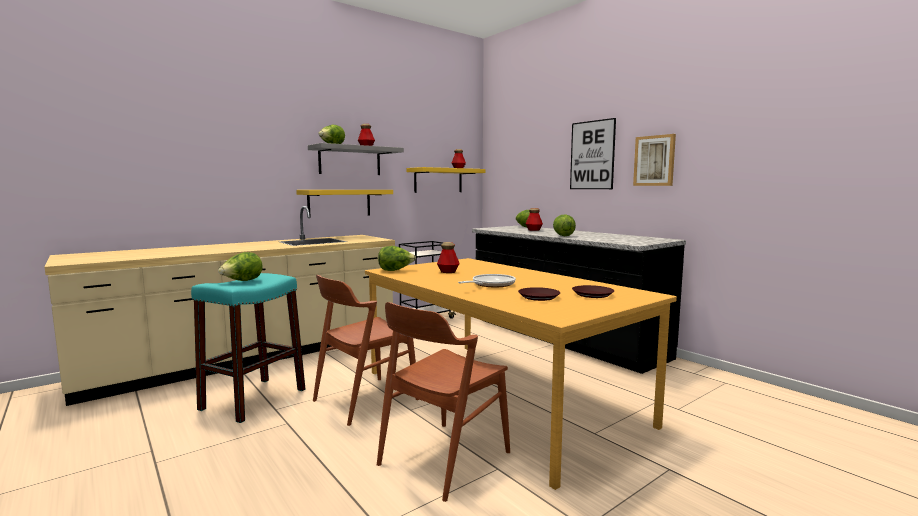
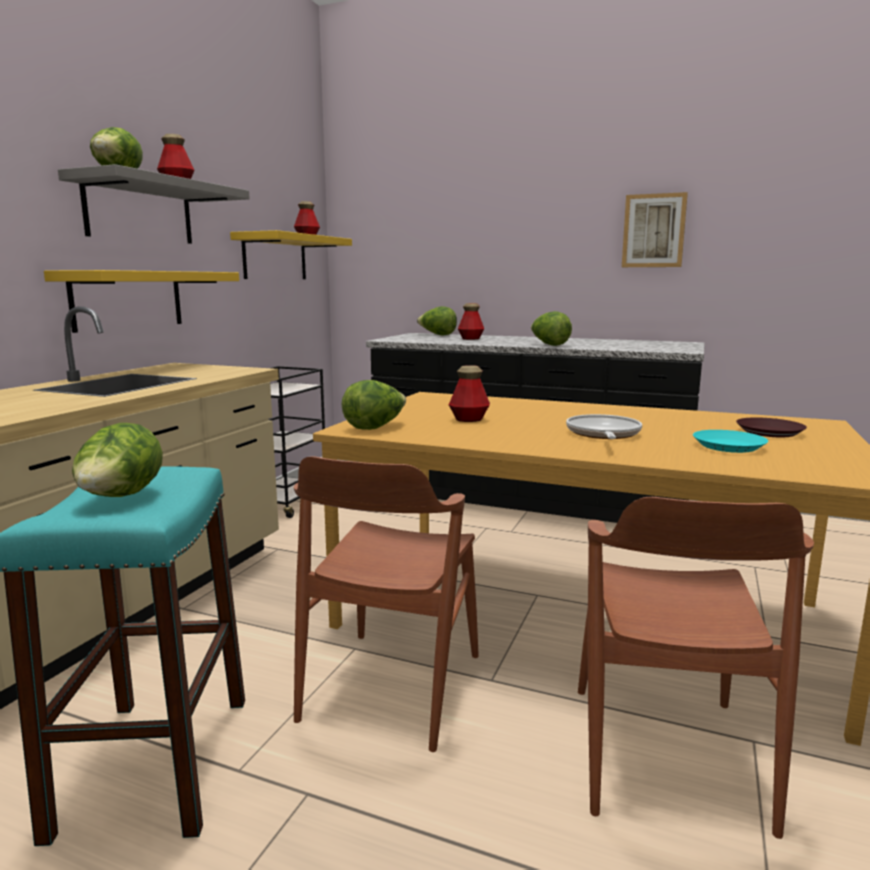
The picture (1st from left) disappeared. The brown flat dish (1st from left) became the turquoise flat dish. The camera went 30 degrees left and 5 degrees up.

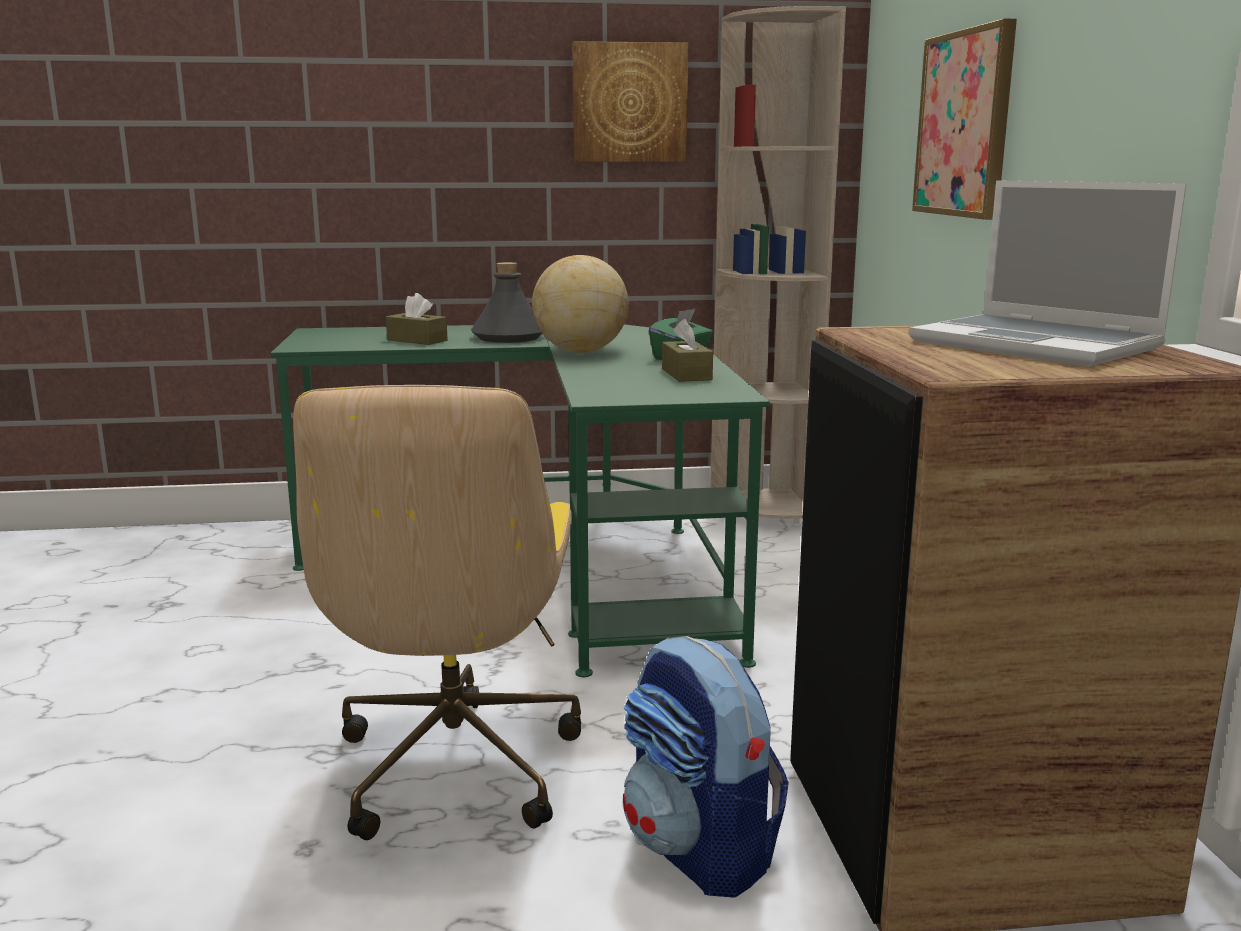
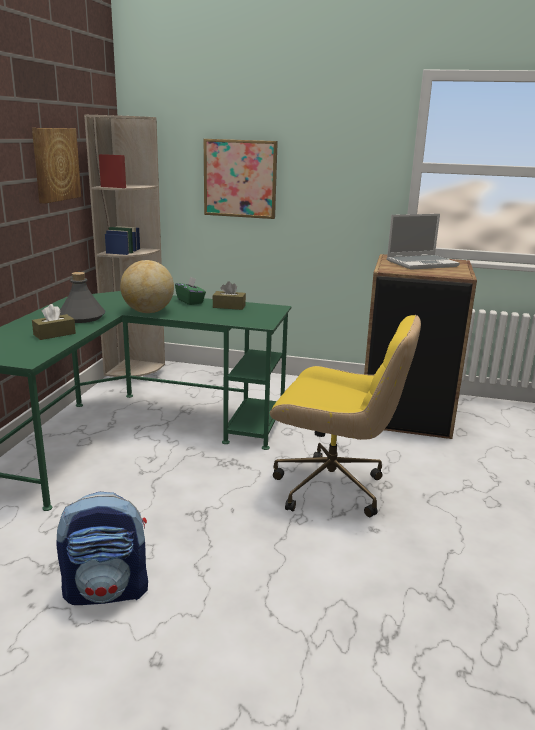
The rucksack moved. The camera went 70 degrees left and 5 degrees up.

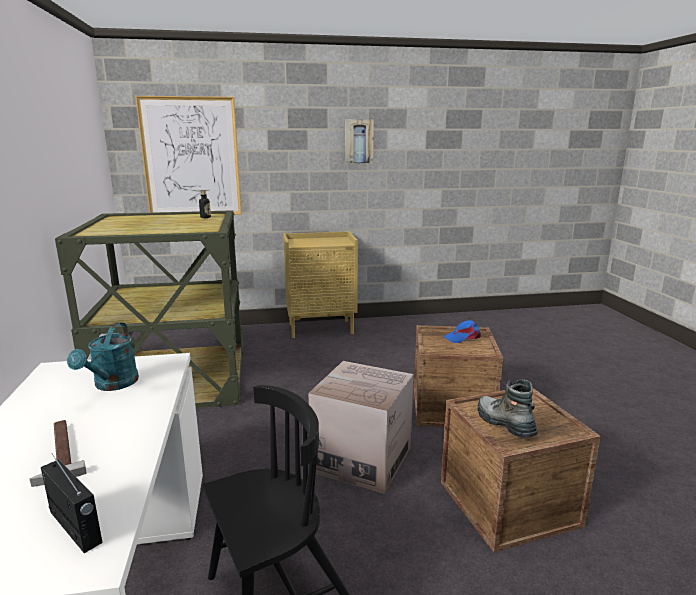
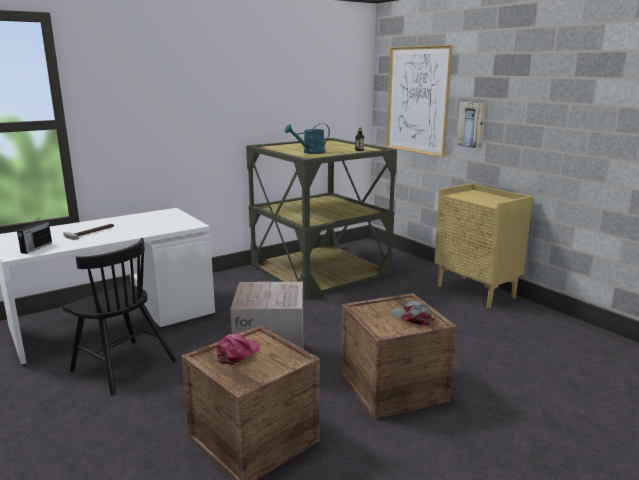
The picture (2nd from left) moved. The blue-coloured cap became the greyish cap. The turquoise sprinkling can moved. The high-top boot was replaced by the pink-coloured cap. The camera went 65 degrees right and 0 degrees up.

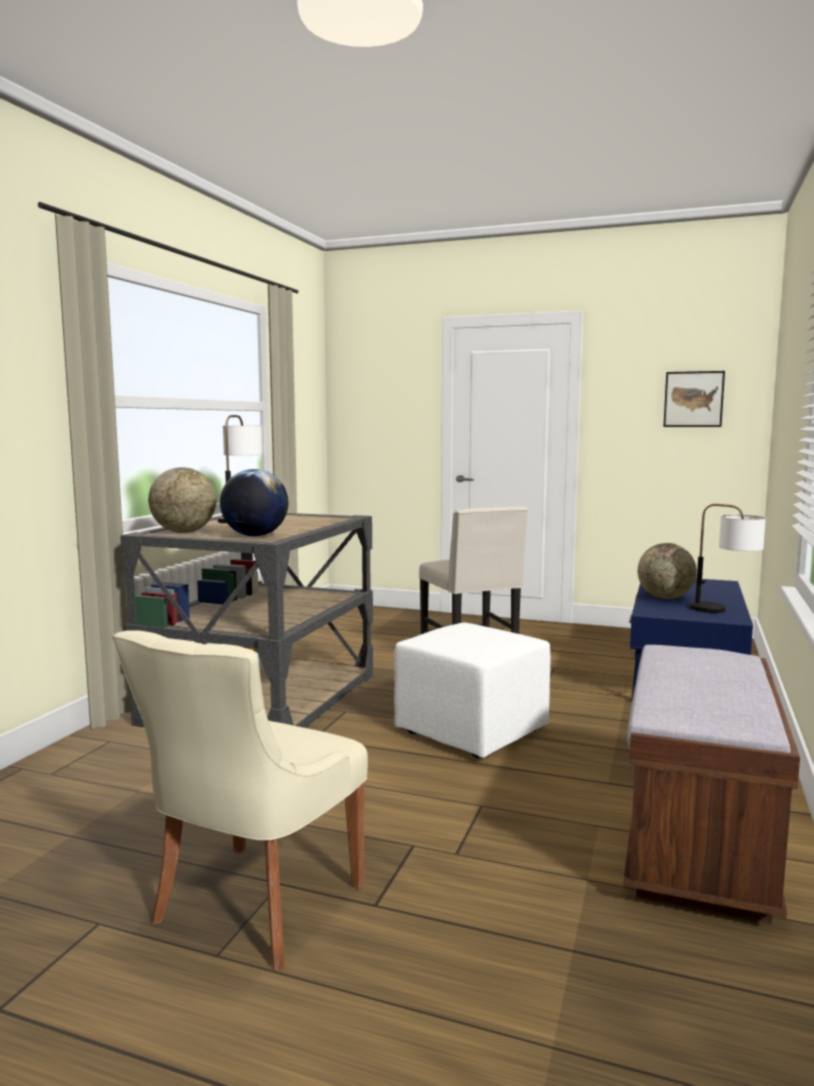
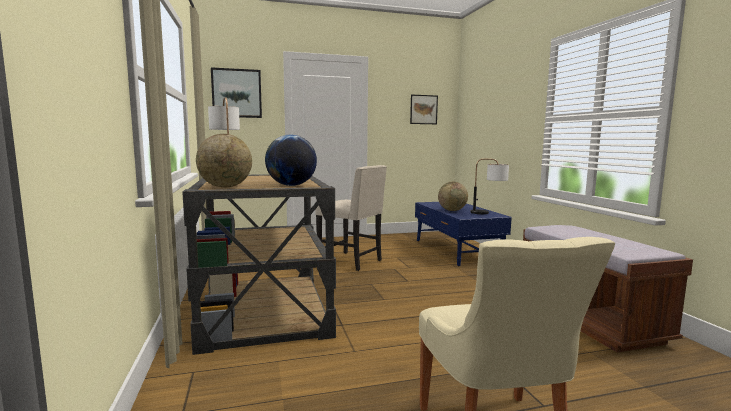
The white ottoman disappeared. The picture (1st from left) appeared. The camera went 35 degrees left and 0 degrees up.

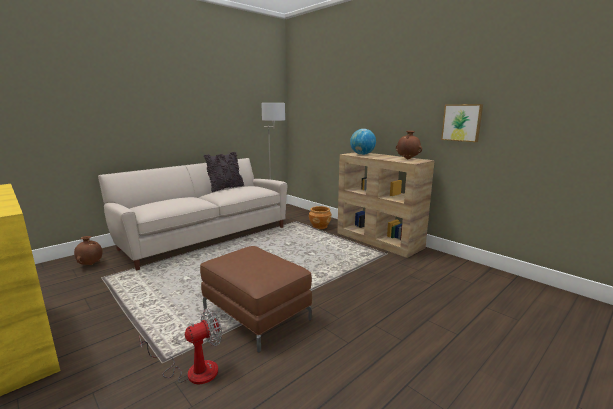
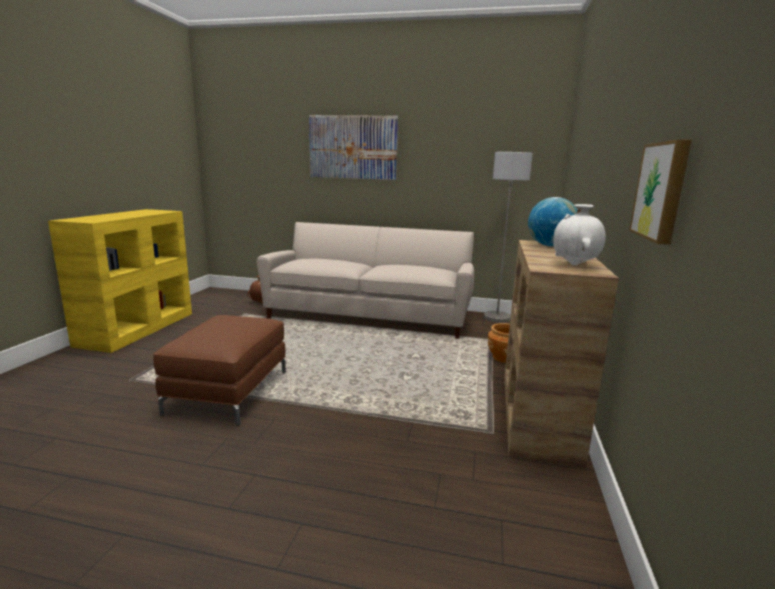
The brown vase (2nd from left) became the white vase. The blackish cushion disappeared. The cooling fan disappeared. The picture (1st from left) appeared. The camera went 55 degrees right and 0 degrees up.

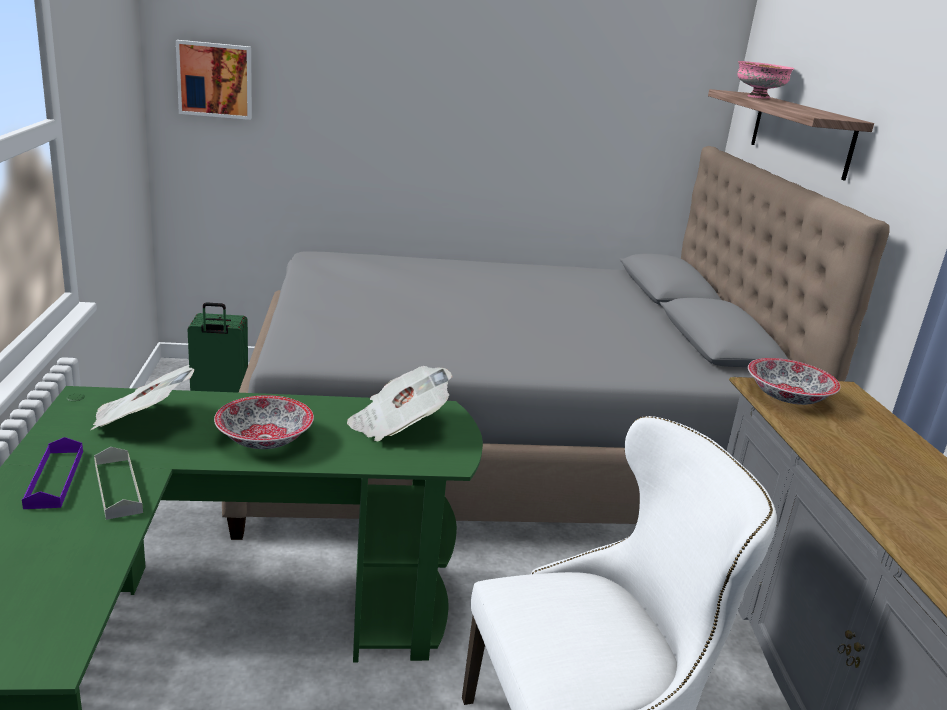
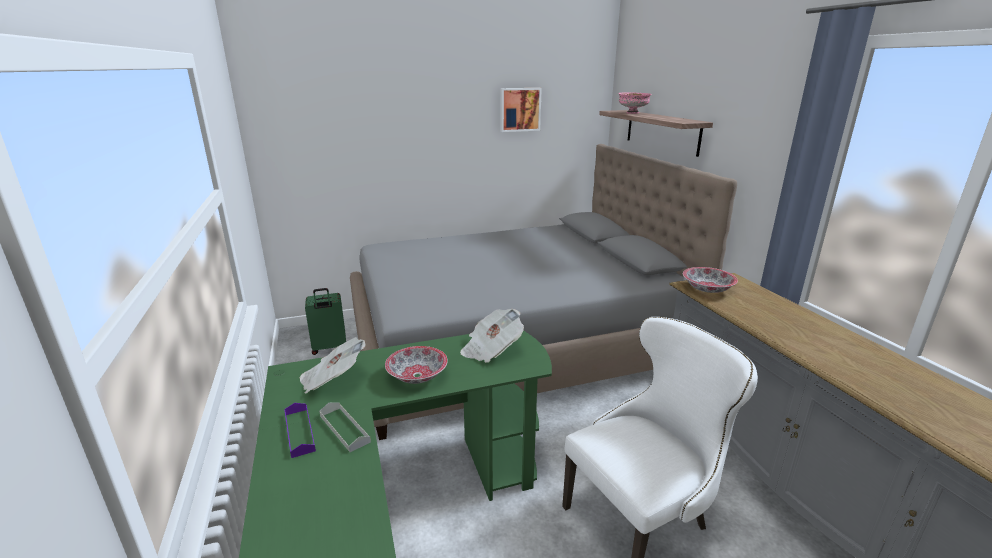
The picture moved. The camera went 10 degrees left and 0 degrees up.

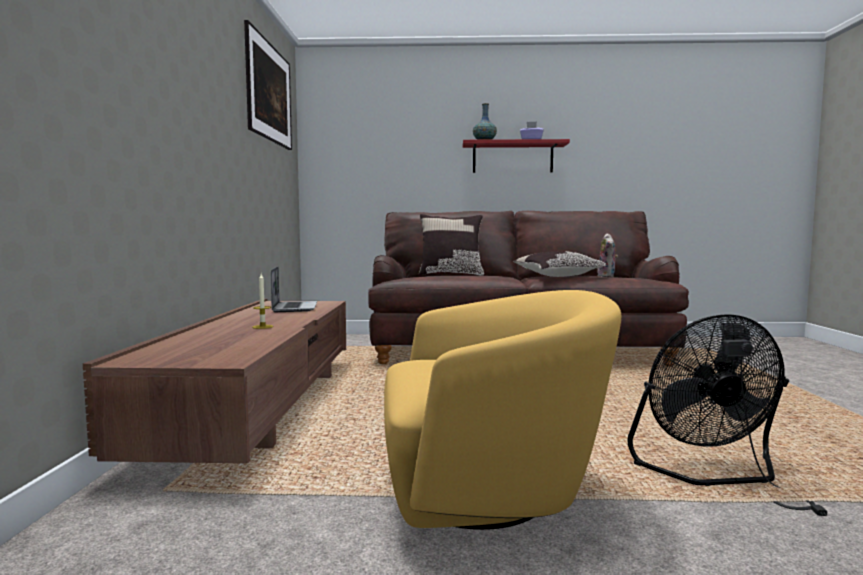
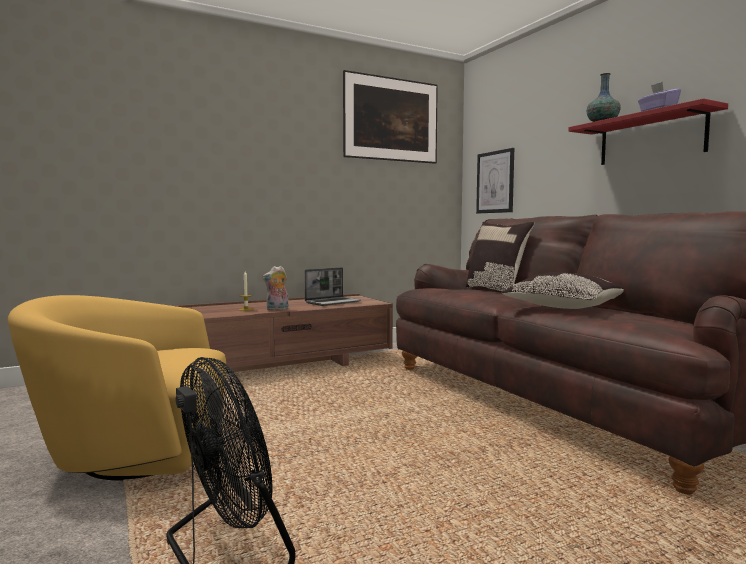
The cuddly toy moved. The yellowish easy chair turned 120 degrees clockwise. The picture (2nd from left) appeared. The camera went 60 degrees right and 0 degrees up.

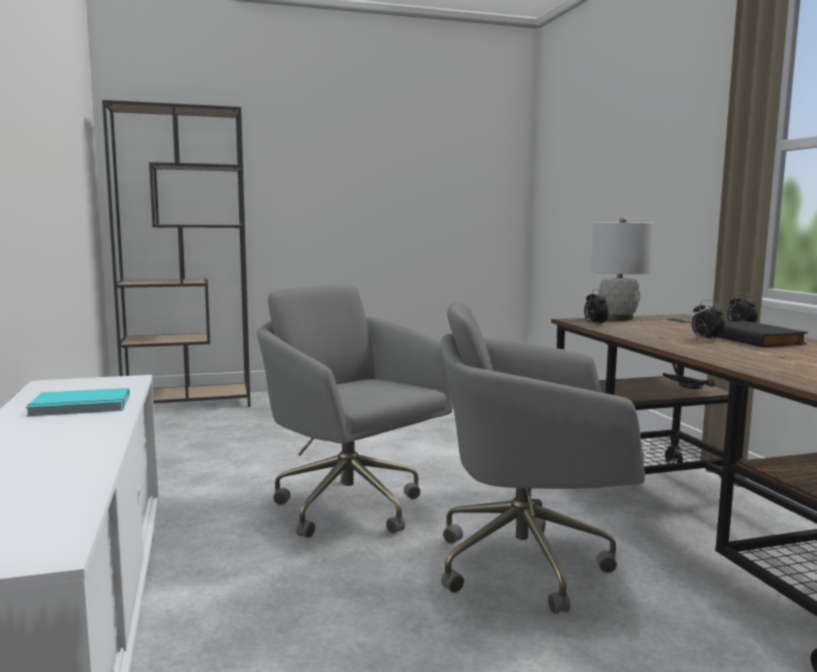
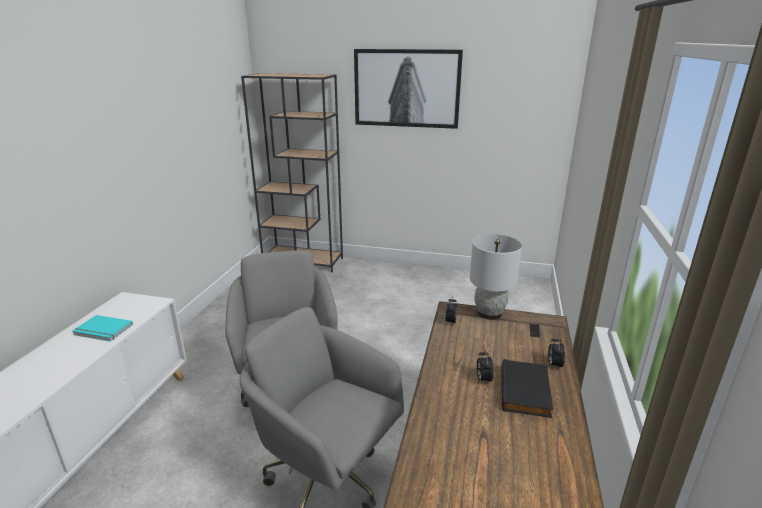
The picture appeared. The camera went 30 degrees right and 15 degrees up.

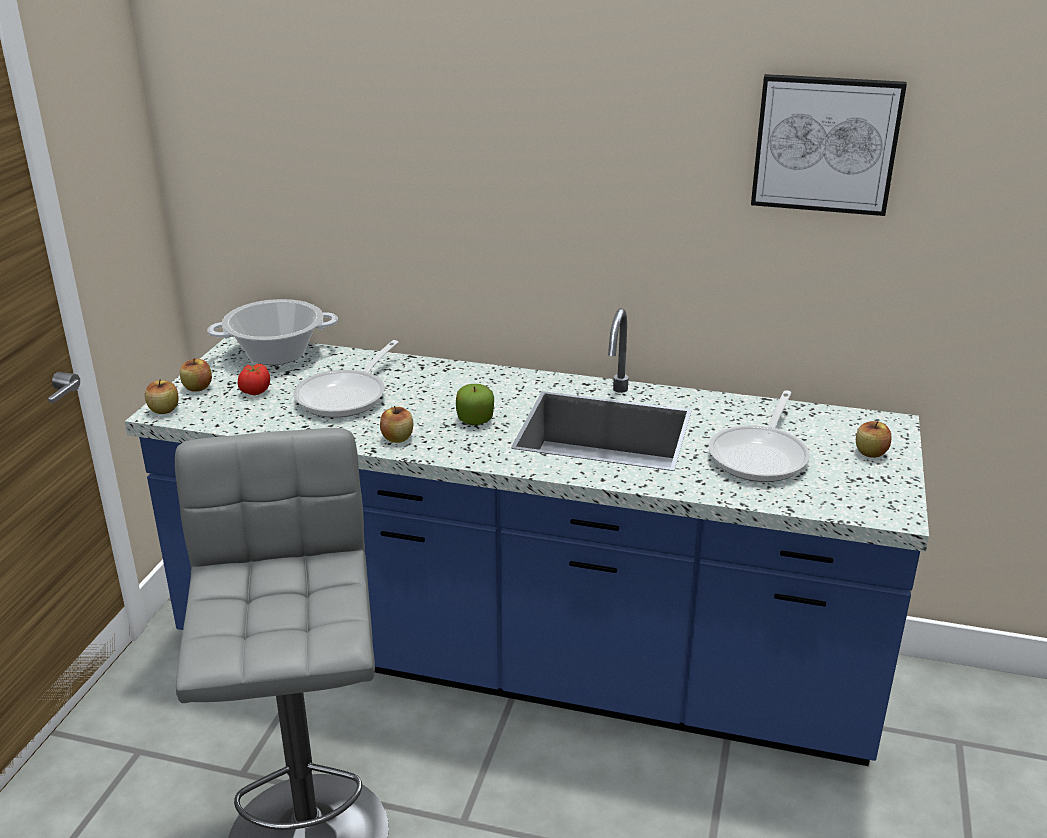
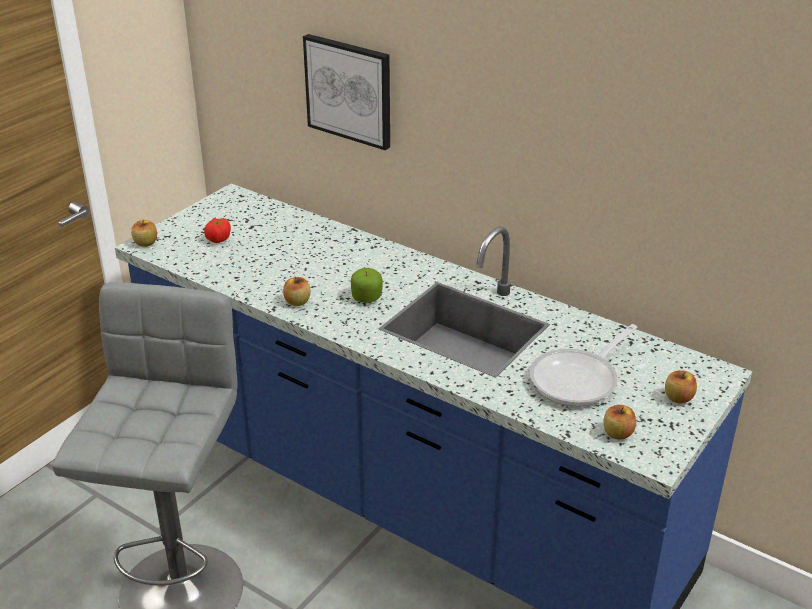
The picture moved. The saucepot disappeared. The pan (1st from left) disappeared. The whole apple (2nd from left in the first image) moved. The camera went 20 degrees right and 5 degrees up.

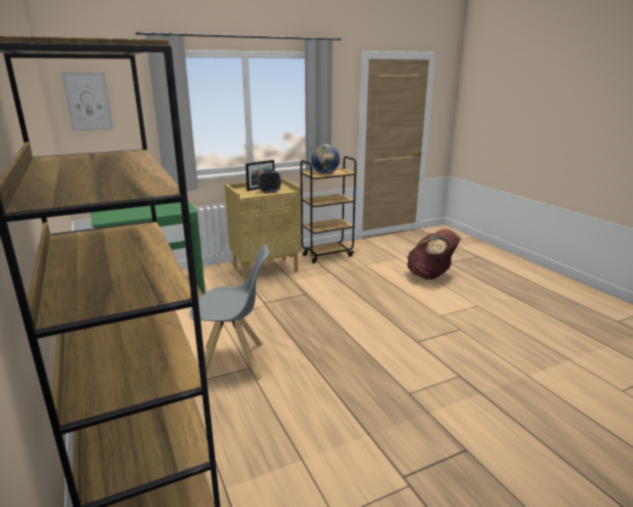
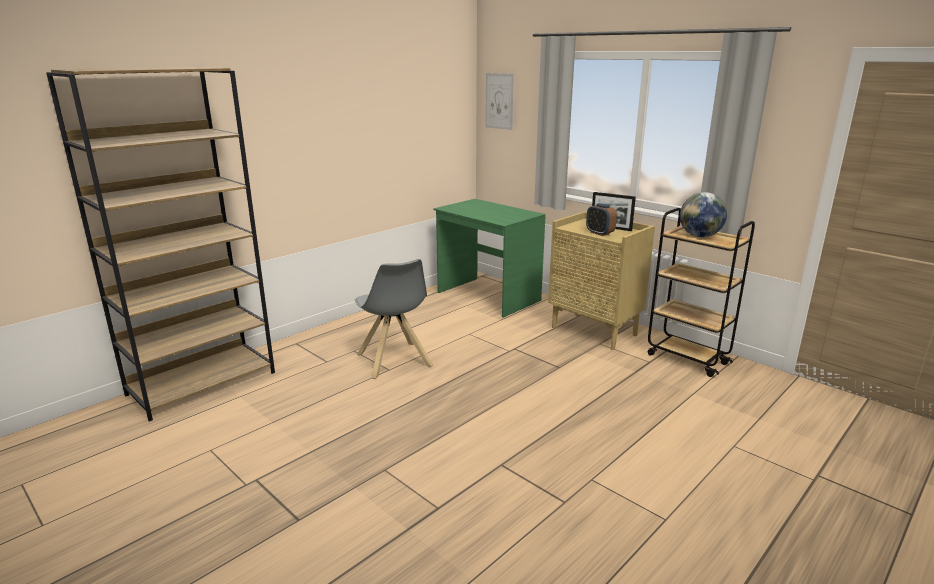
The brown rucksack disappeared. The camera went 70 degrees right and 0 degrees up.

